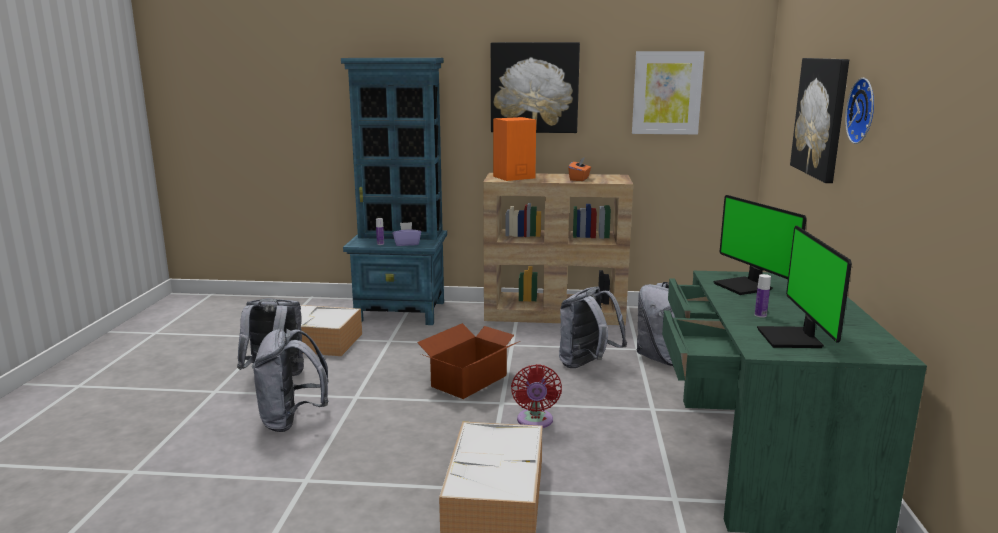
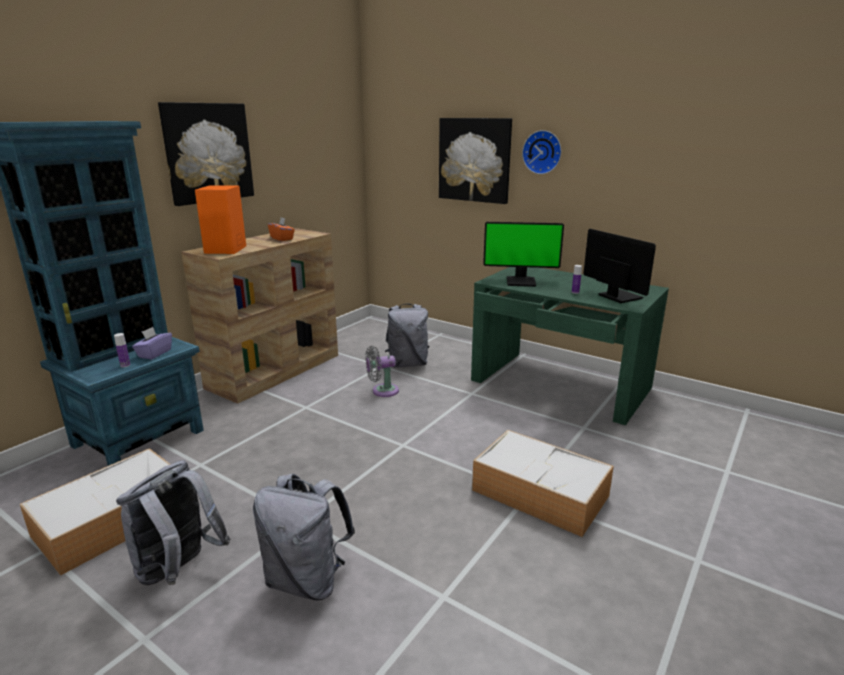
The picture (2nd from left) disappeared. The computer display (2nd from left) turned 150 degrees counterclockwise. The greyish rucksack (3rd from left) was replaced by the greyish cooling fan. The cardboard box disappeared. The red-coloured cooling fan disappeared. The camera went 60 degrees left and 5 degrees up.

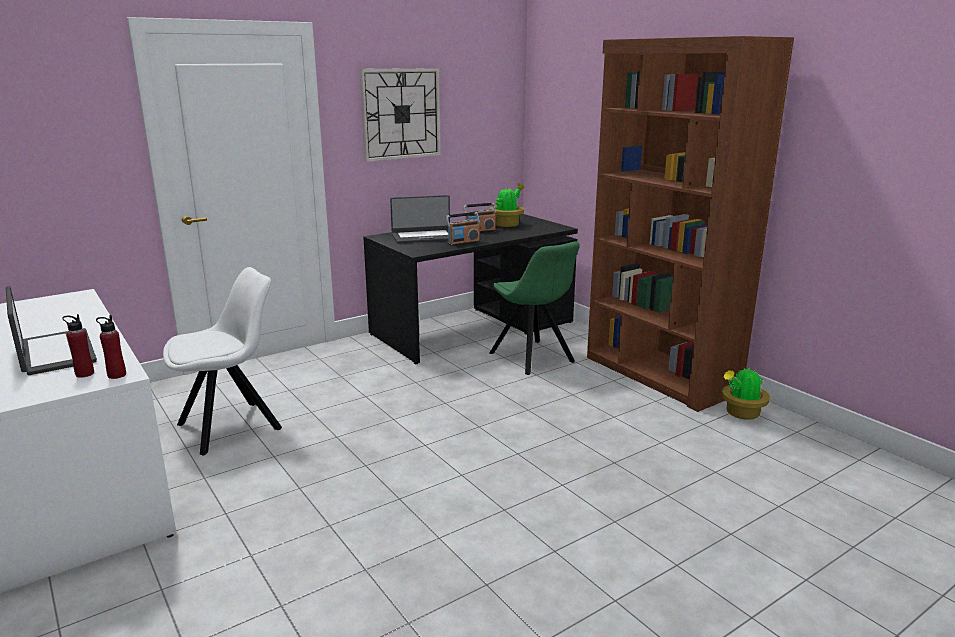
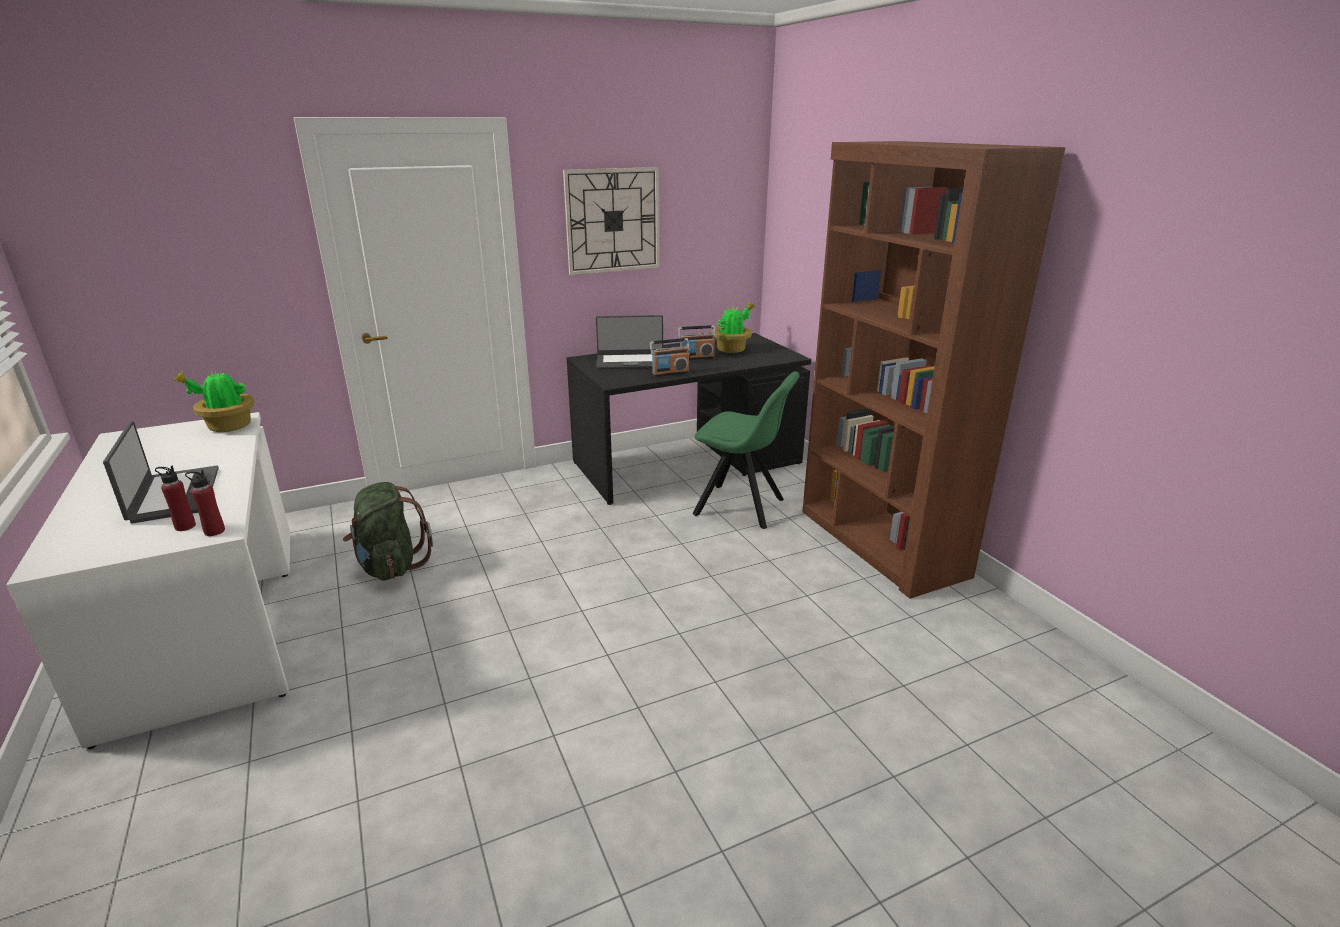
The green-coloured chair turned 45 degrees counterclockwise. The white chair was replaced by the green-coloured rucksack. The plant in a pot (2nd from left in the first image) moved. The camera went 10 degrees right and 5 degrees up.

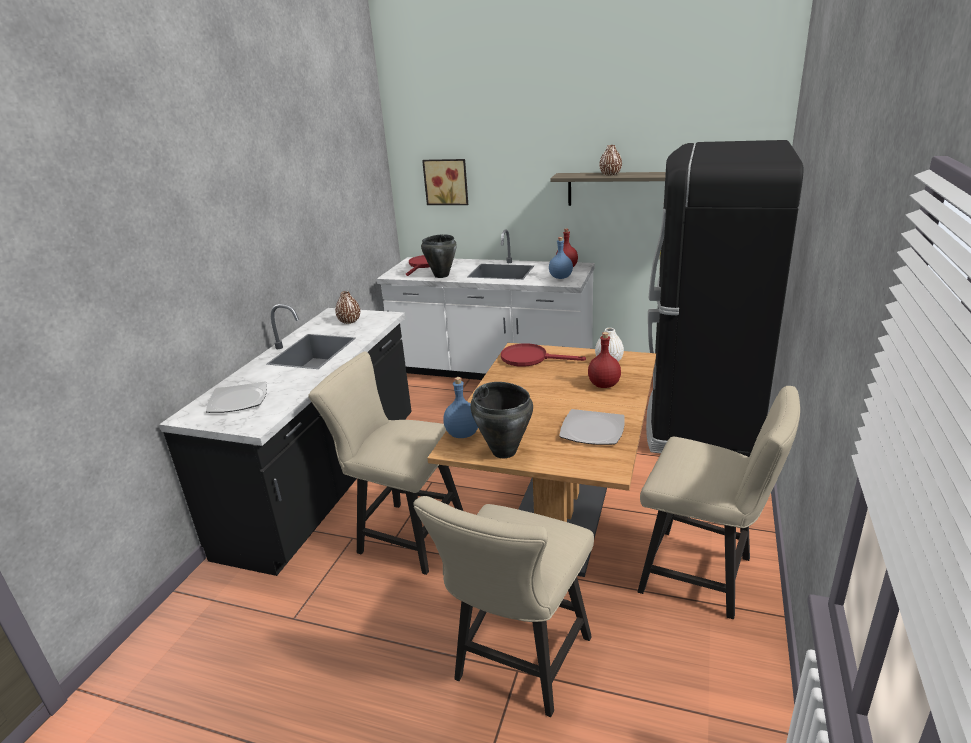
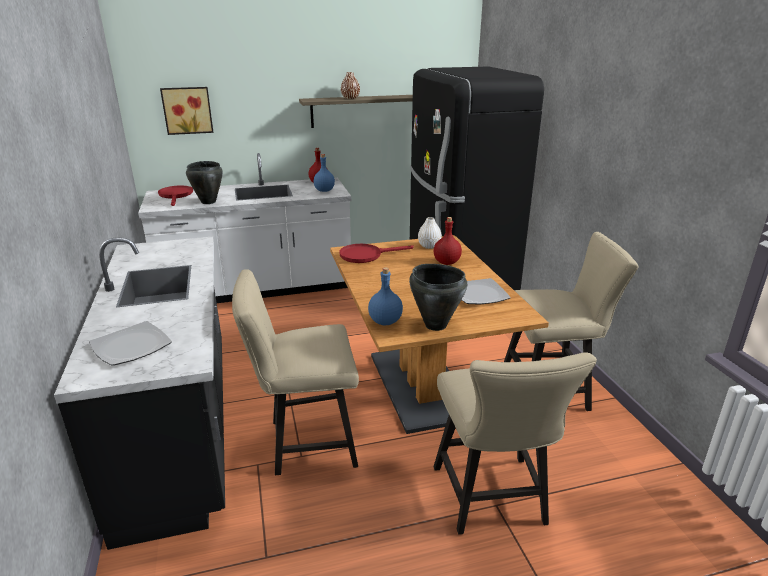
The brown vase (1st from left) disappeared. The camera went 35 degrees left and 0 degrees up.

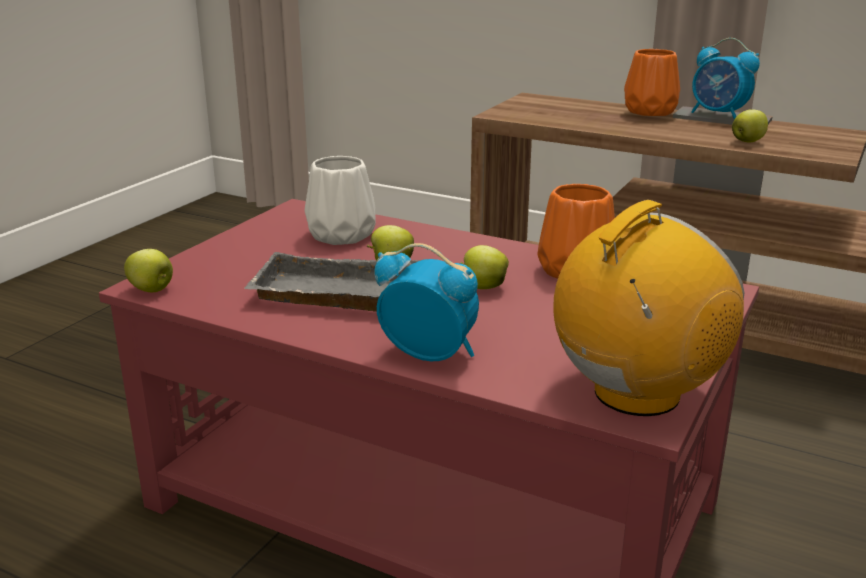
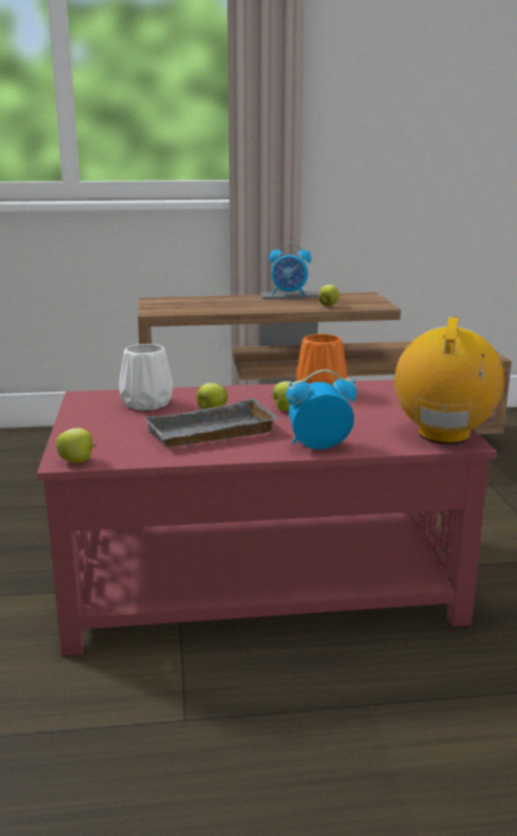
The orange vase (2nd from left) disappeared. The camera went 35 degrees left and 5 degrees down.

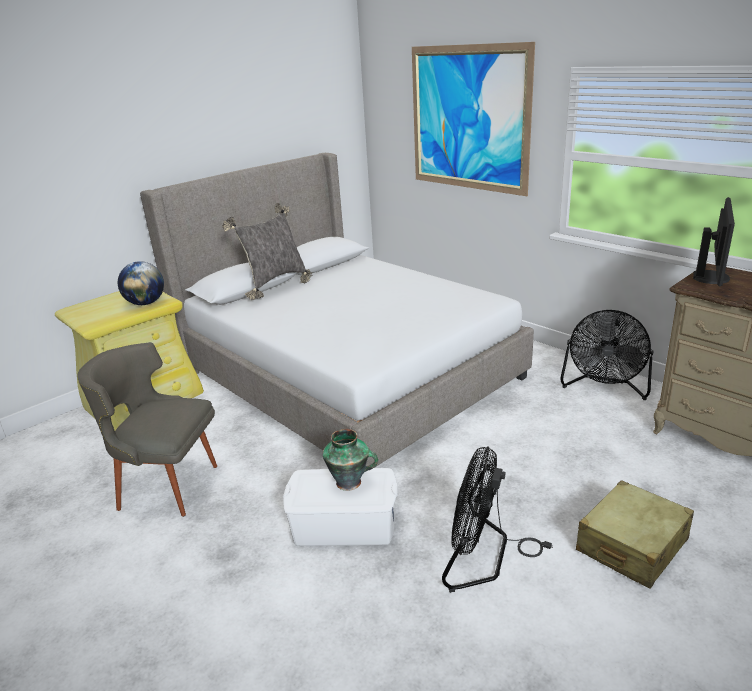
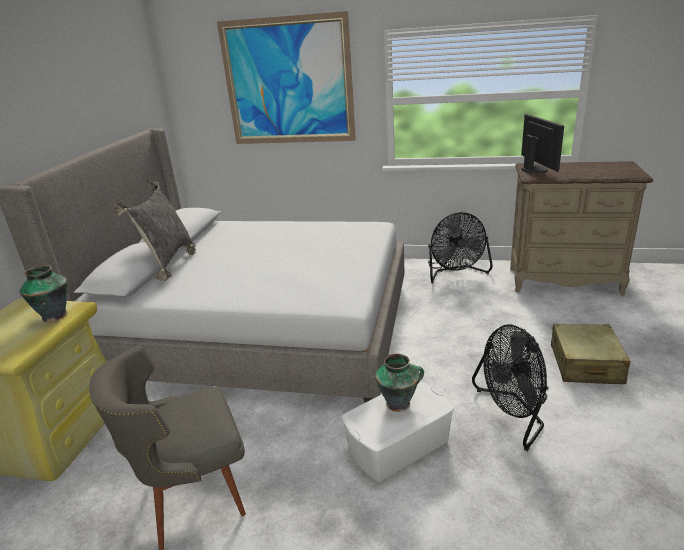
The desk globe was replaced by the vase (1st from left). The camera went 35 degrees left and 0 degrees up.

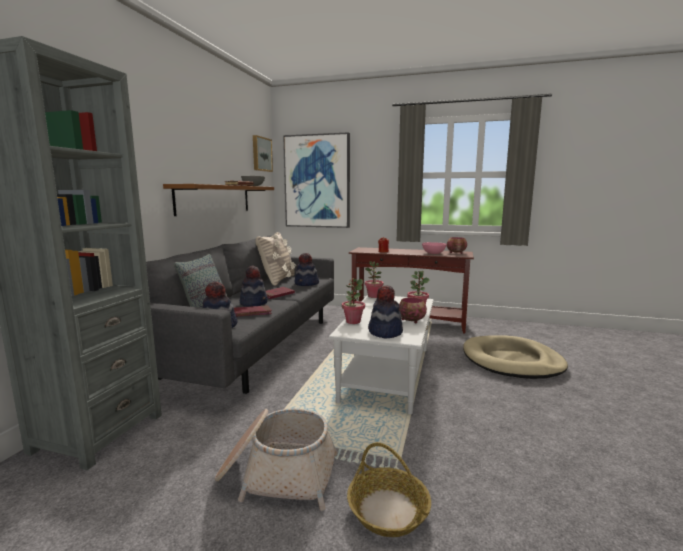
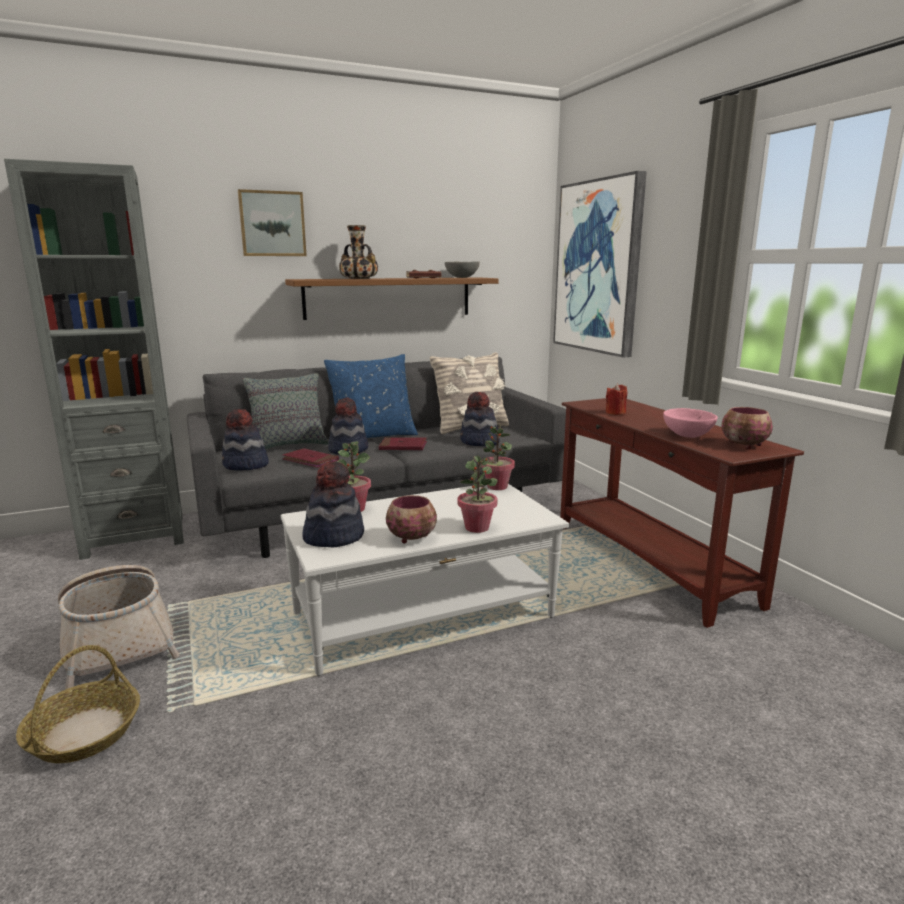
The picture (1st from left) moved. The beige-coloured pet bed disappeared. The vase appeared. The blue-coloured cushion appeared. The camera went 50 degrees right and 5 degrees up.

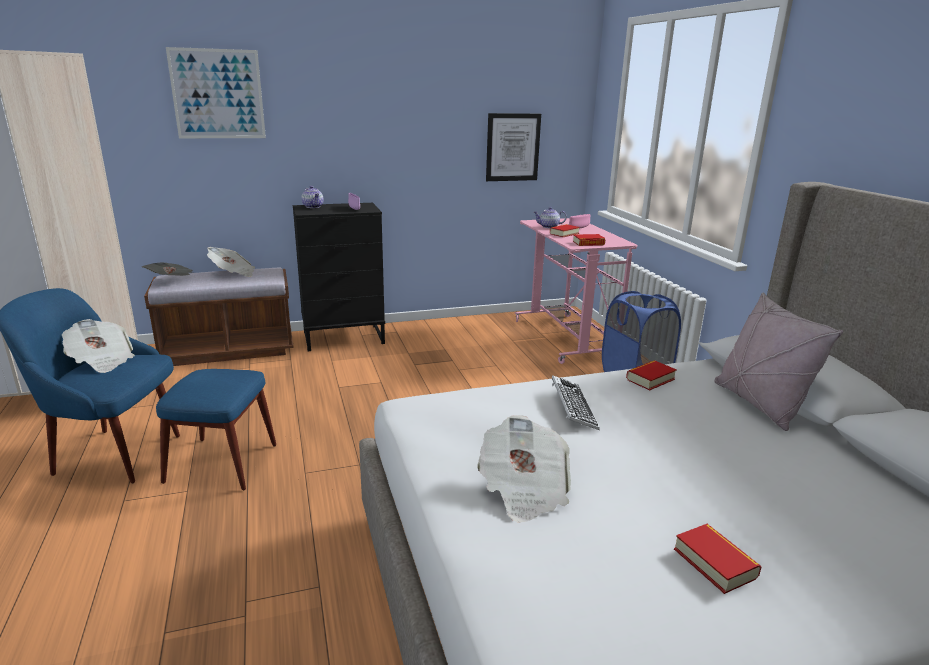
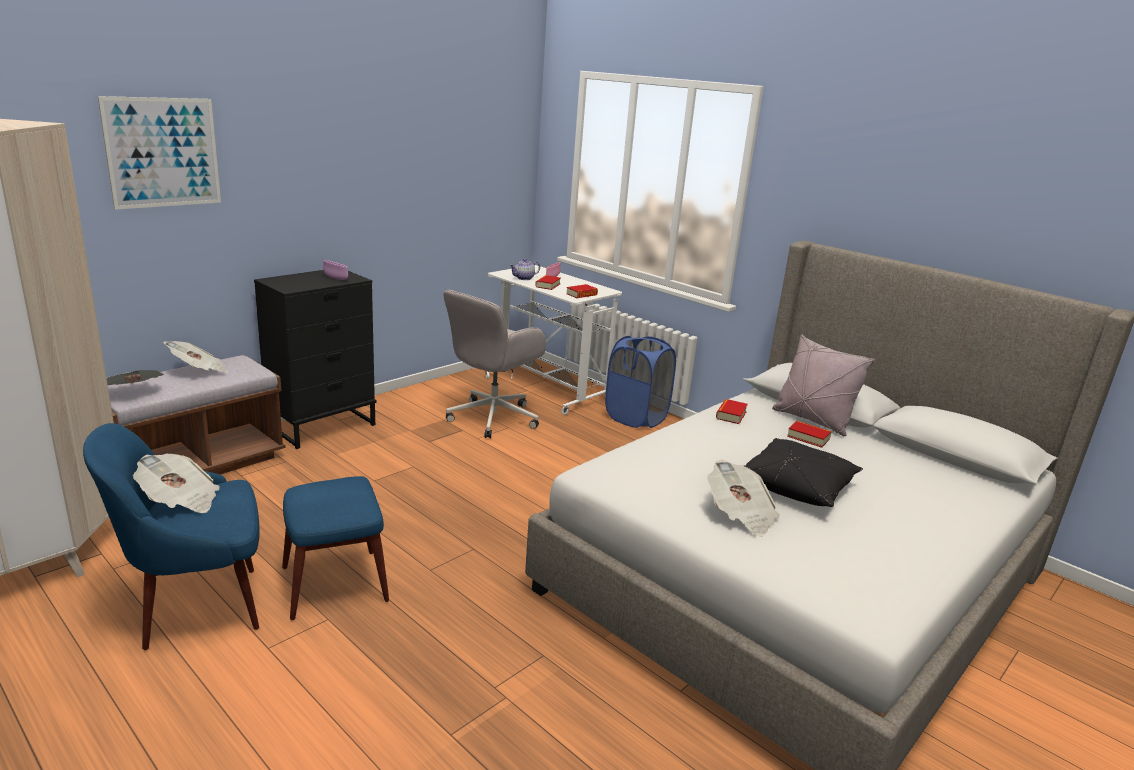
The picture (2nd from left) disappeared. The tea pot (1st from left) disappeared. The pink-coloured desk table became the white desk table. The computer keyboard disappeared. The bound book (4th from left) moved. The greyish computer chair appeared. The blackish cushion appeared. The camera went 30 degrees left and 0 degrees up.

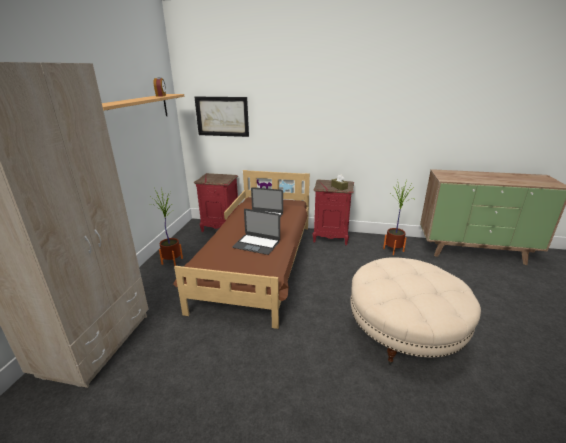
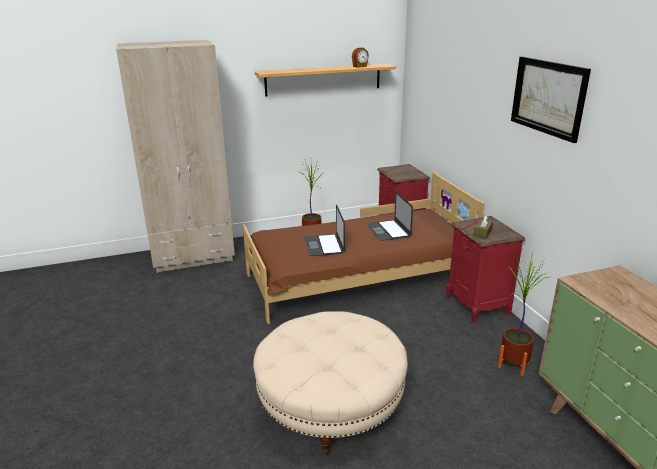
The picture moved. The camera went 60 degrees right and 0 degrees up.

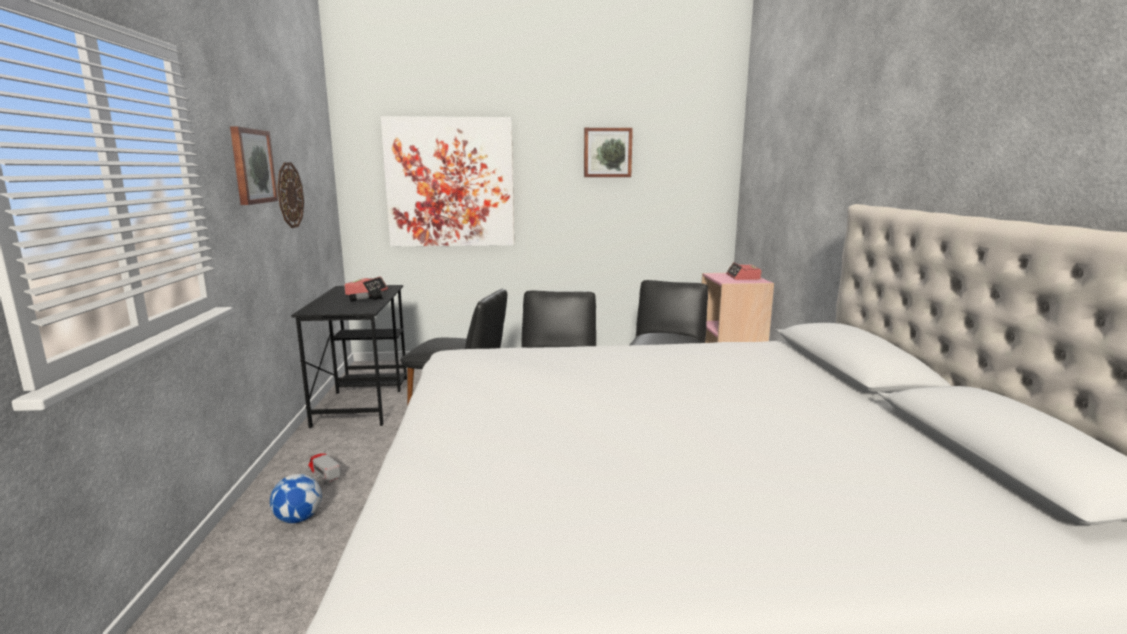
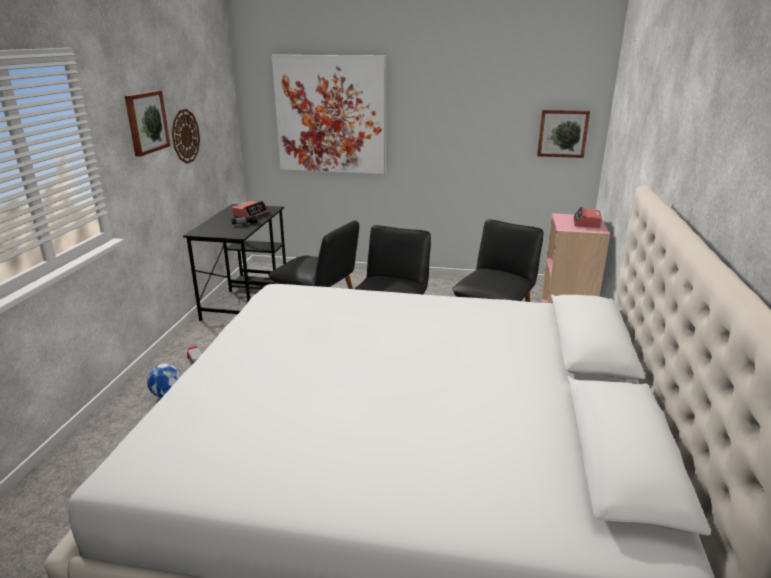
The picture (3rd from left) moved. The camera went 15 degrees right and 10 degrees up.

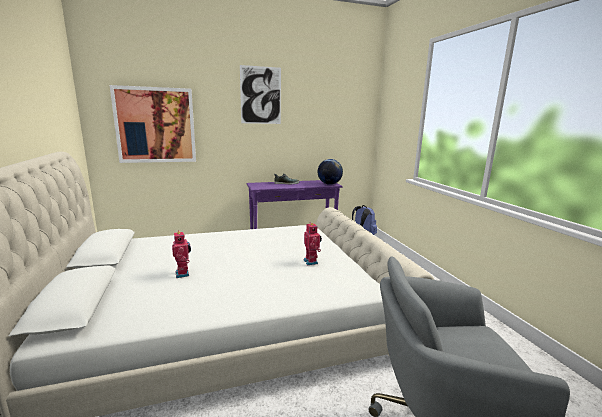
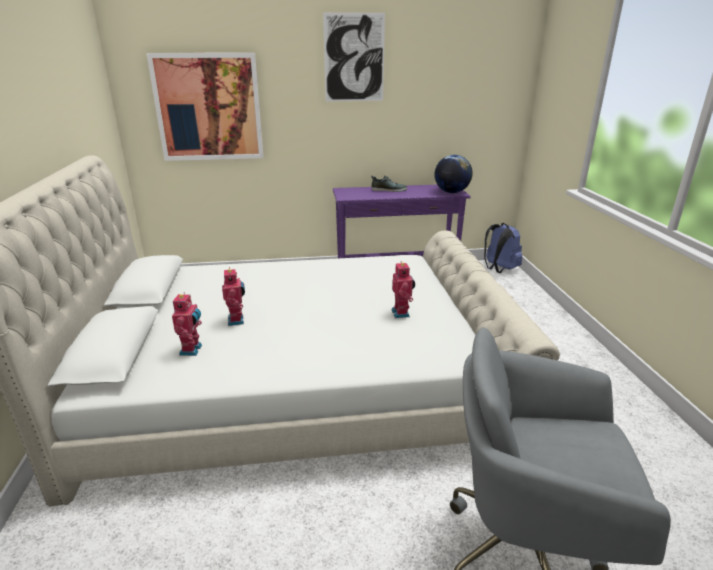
The robot figure (1st from left) appeared. The camera went 10 degrees right and 10 degrees up.

